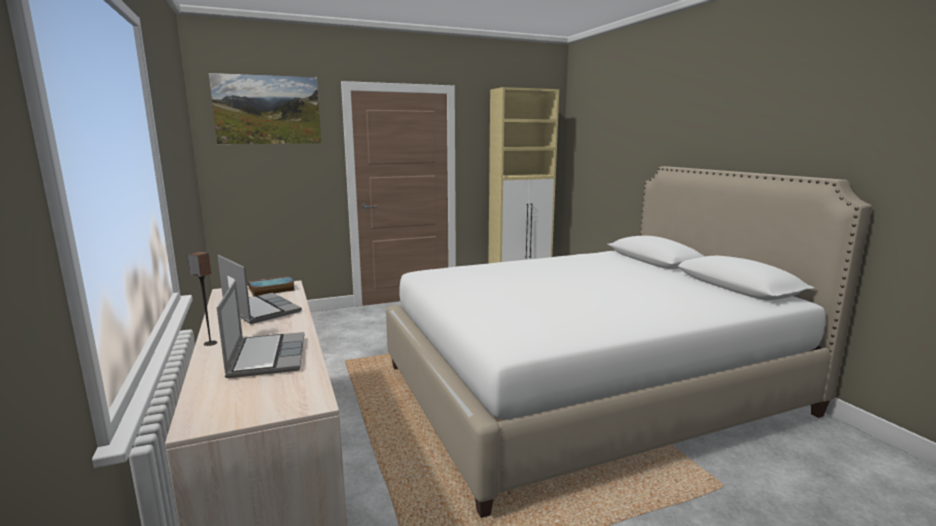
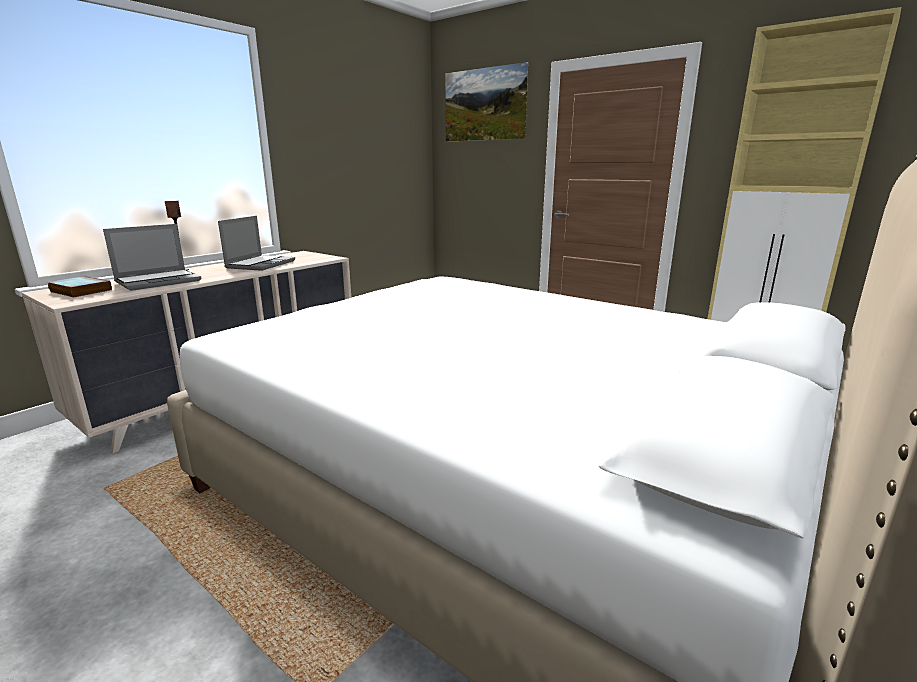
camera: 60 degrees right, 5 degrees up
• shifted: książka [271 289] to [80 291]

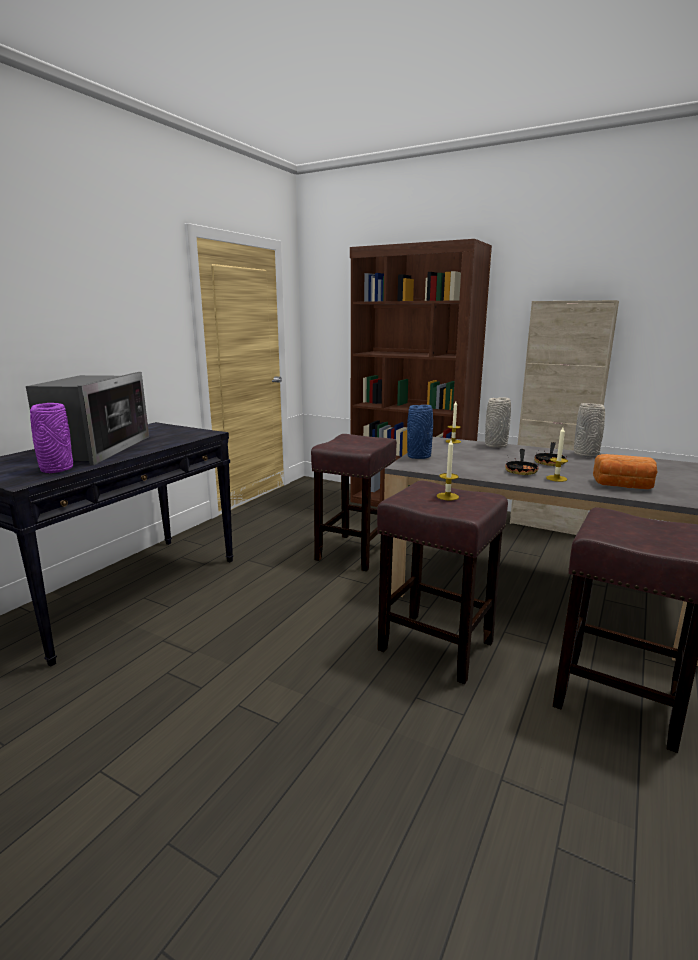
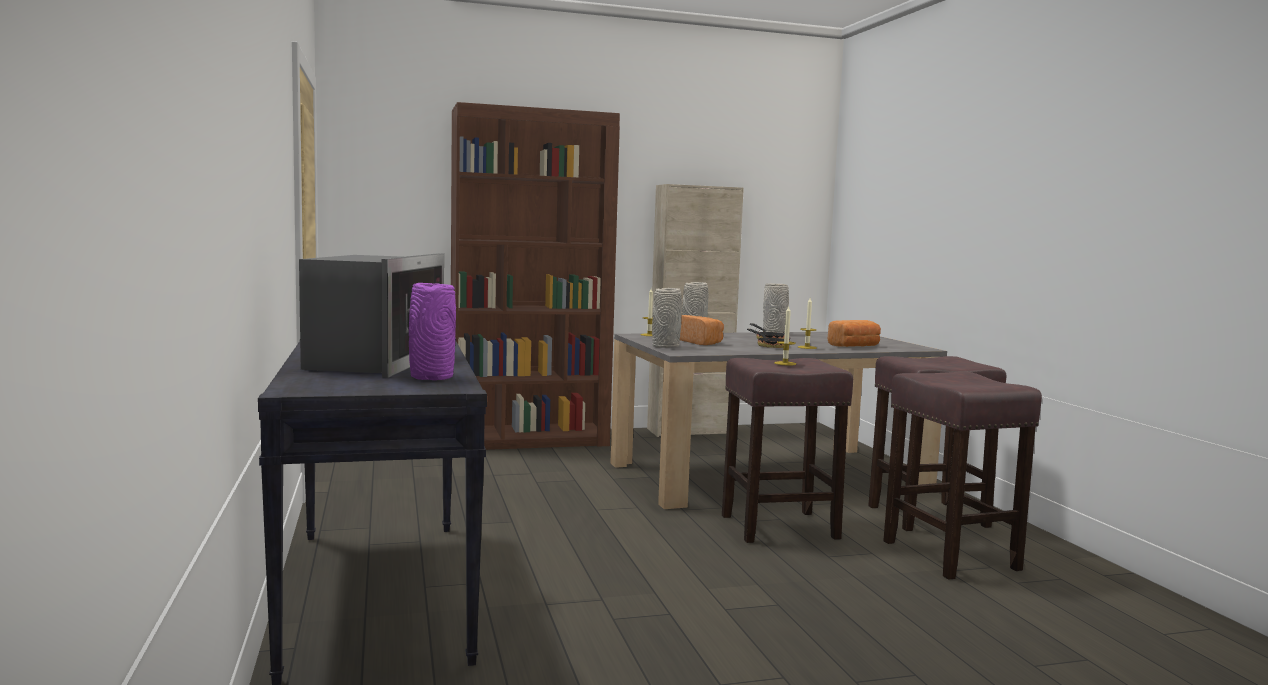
camera: 45 degrees left, 10 degrees down
• rotated: mikrofalówka [96 449] = [375 361] 45 degrees clockwise
• repainted: wazon [niebieski] [419 456] to wazon [szary] [665 346]
• shifted: stołek [brązowy] [354 551] to [948 554]
• new: chleb [700 342]

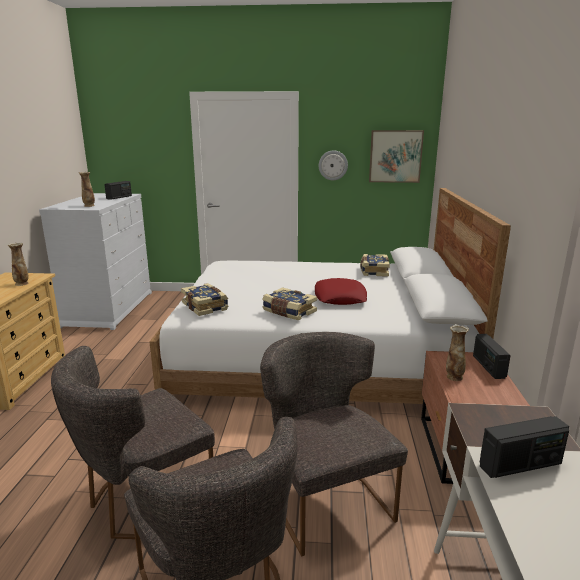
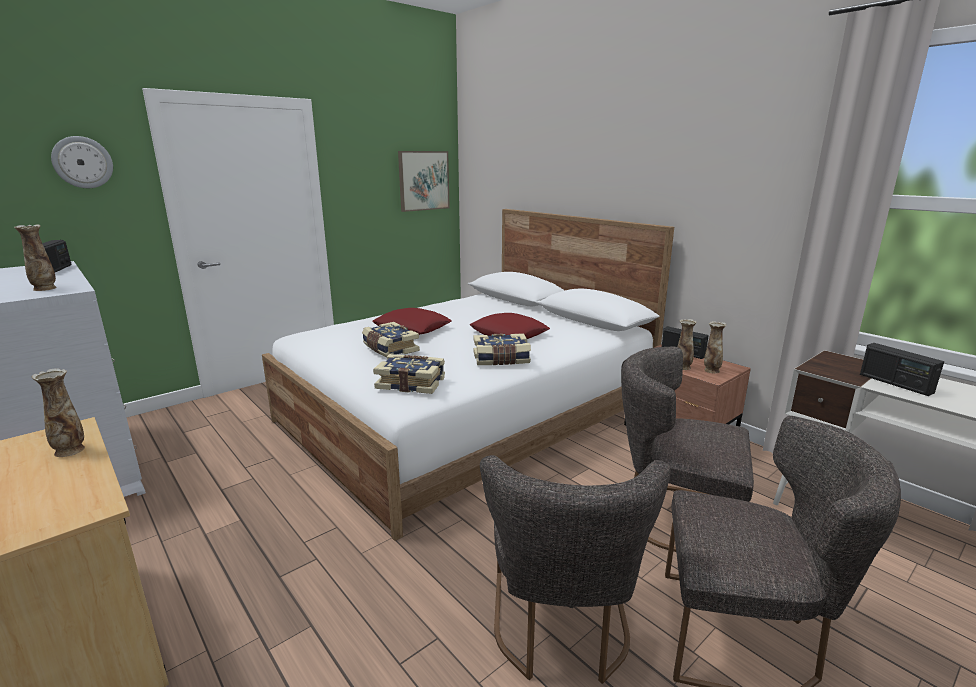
camera: 45 degrees left, 0 degrees up
• shifted: zegar ścienny [333 165] to [82 162]
• shifted: książka [373 271] to [389 349]
• rotated: radio [520 465] = [895 383] 120 degrees clockwise
• new: poduszka [czerwony] [412 328]
• new: wazon [711 370]

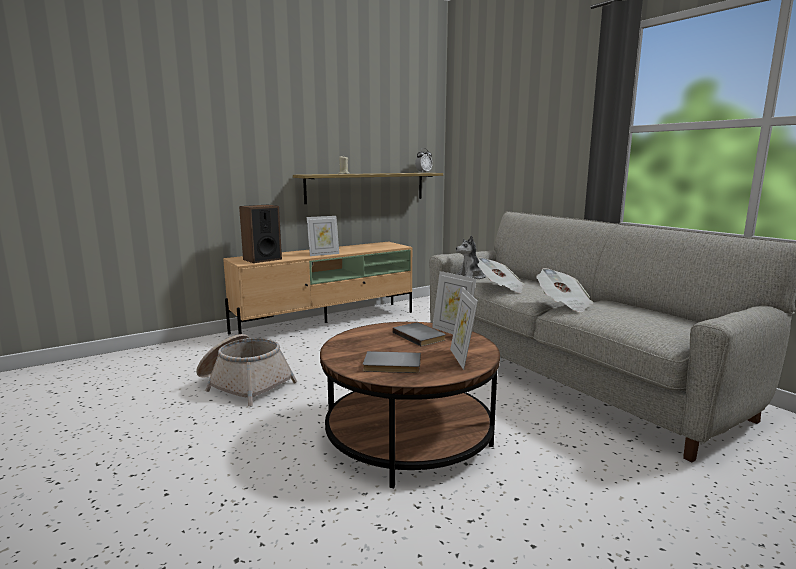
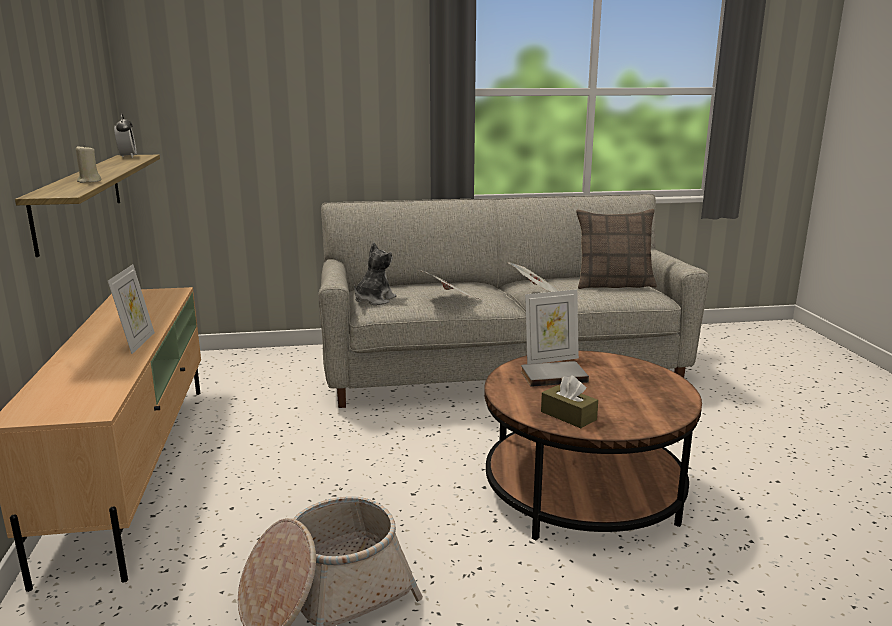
camera: 65 degrees left, 5 degrees up
• gone: głośnik [262 259]
• rotated: pluszak [472 276] = [374 300] 150 degrees counterclockwise
• gone: ramka na zdjęcie [462 358]
• gone: książka [szary] [392 365]
• new: poduszka [613 284]
• new: pudełko chusteczek [brązowy] [568 416]

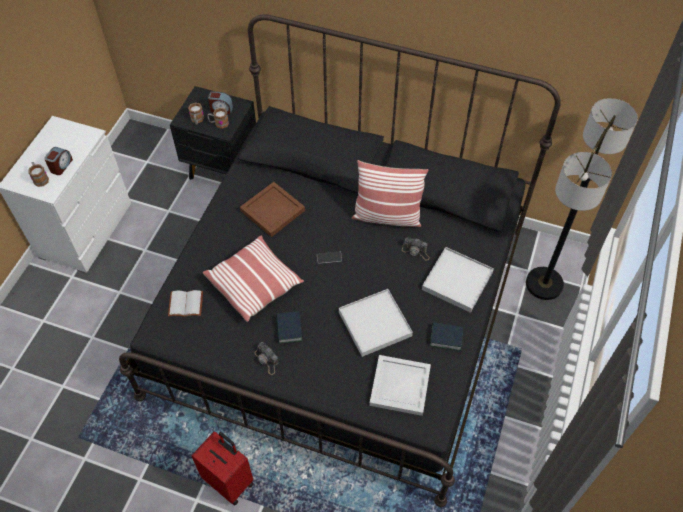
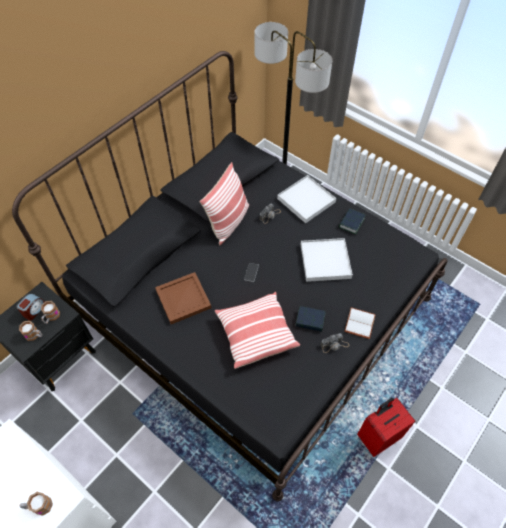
camera: 70 degrees left, 0 degrees up
• gone: budzik [61 166]
• shifted: książka [biały] [185 305] to [360 324]
• gone: taca [biały] [400 387]

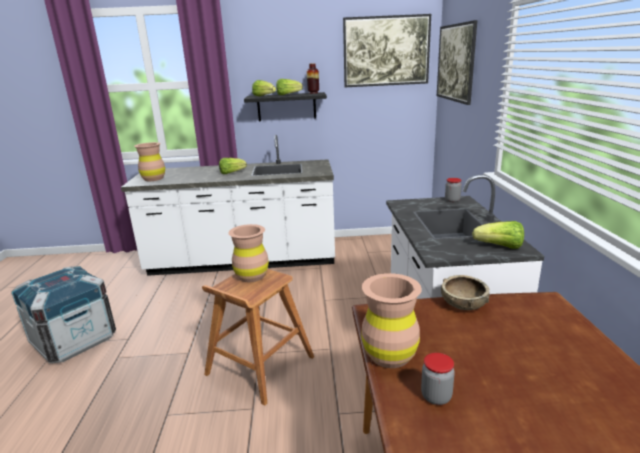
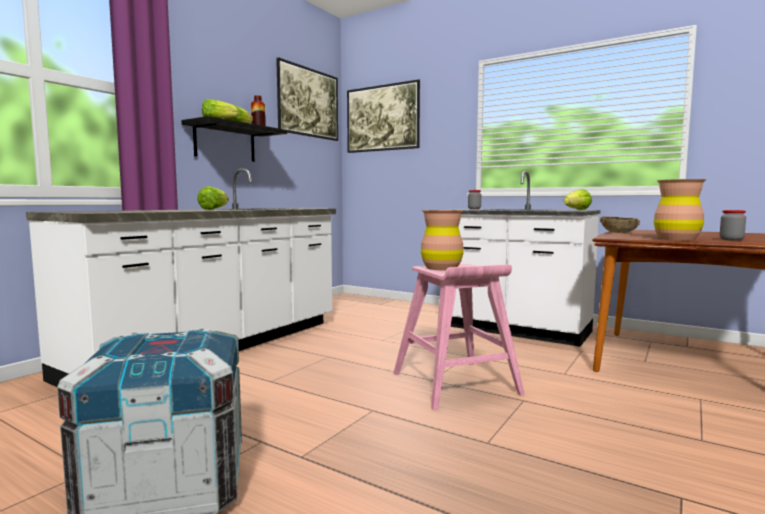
camera: 55 degrees left, 15 degrees down
• gone: wazon [brązowy] [153 179]
• repainted: stołek [brązowy] [259 366] to stołek [różowy] [455 384]

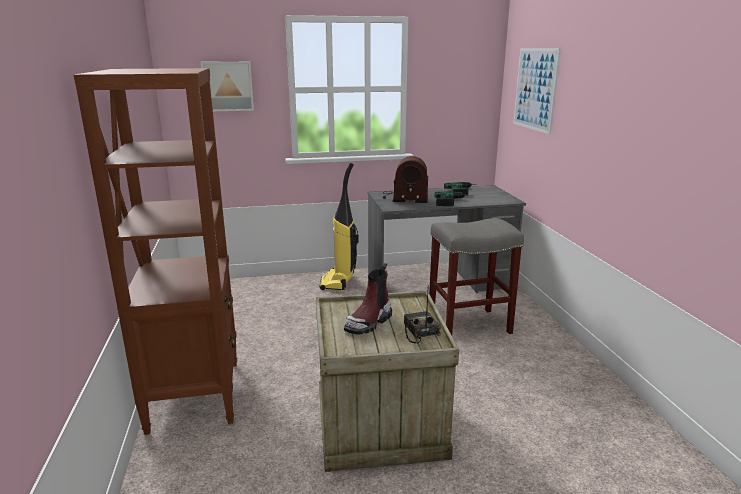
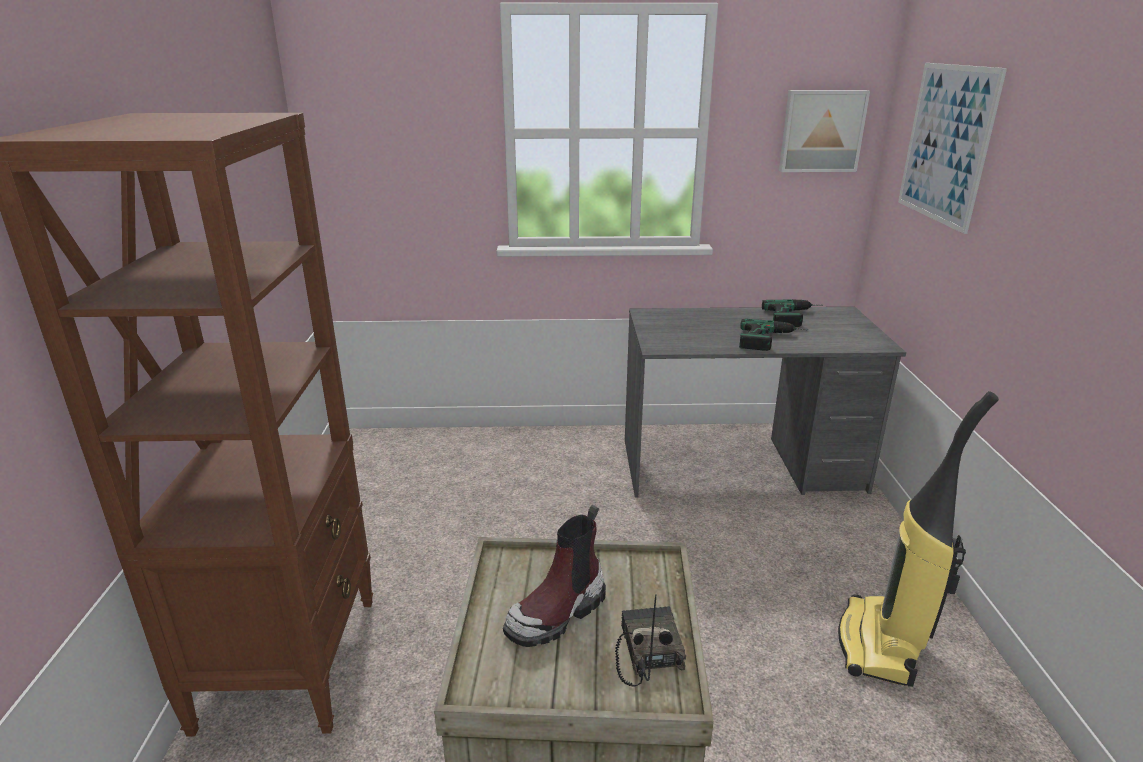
camera: 10 degrees right, 5 degrees up
• shifted: obraz [228 86] to [821 131]
• gone: radio [404 198]
• shifted: odkurzacz [338 282] to [881 645]
• gone: stołek [szary] [468 325]

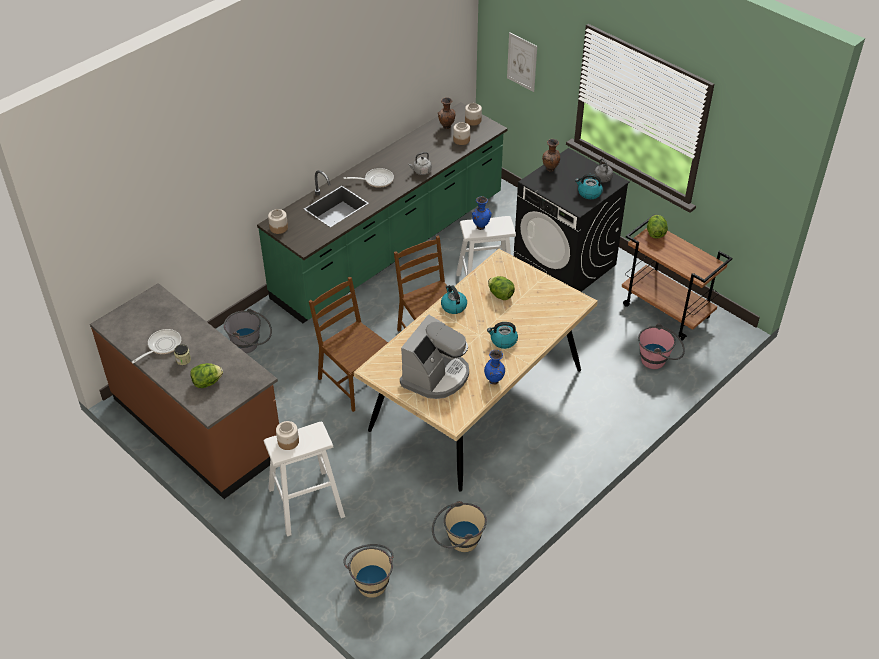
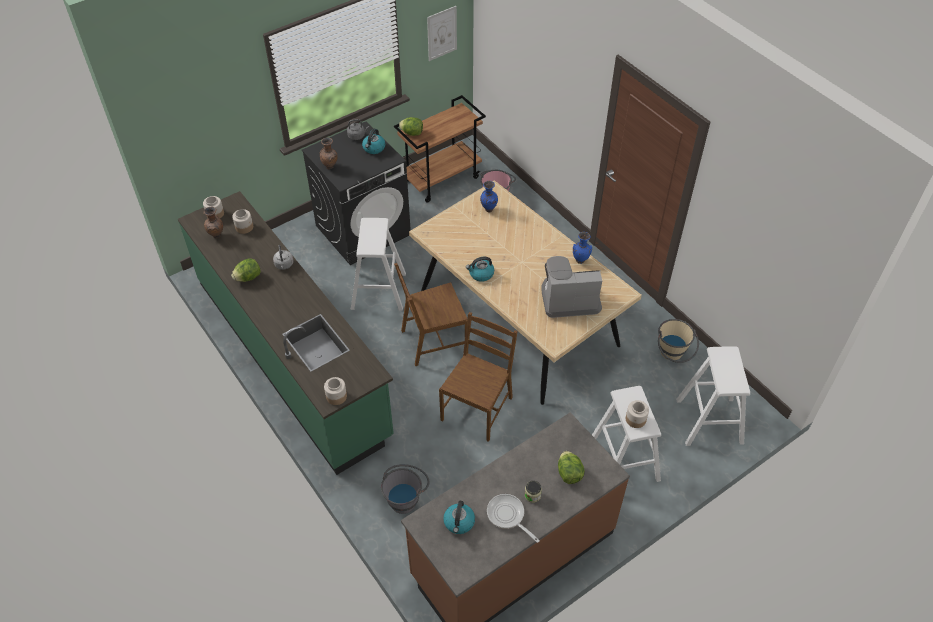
camera: 80 degrees left, 5 degrees up
• shifted: obraz [522 62] to [442 33]
• gone: patelnia [376 180]
• shifted: wazon [niebieski] [481 227] to [488 209]
• shifted: sałata [500 295] to [248 277]
• rotated: krzesło [brązowy] [354 381] = [477 408] 150 degrees clockwise
• rotated: ekspres do kawy [436 376] = [569 298] 45 degrees counterclockwise
• shifted: czajnik [503 341] to [459 522]
• swapped: wiadro [beżowy] [370 580] to stołek [biały] [709 421]

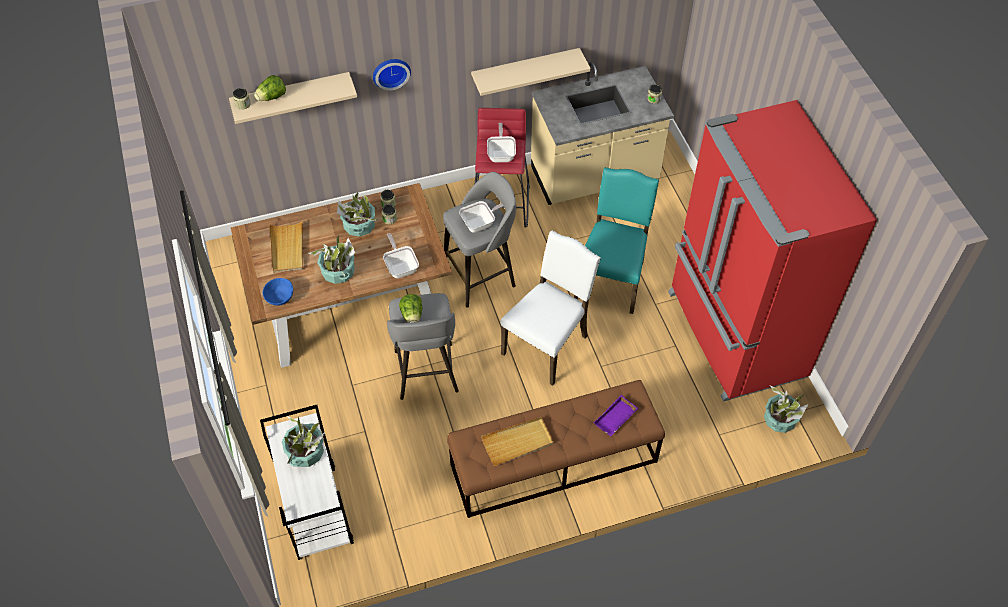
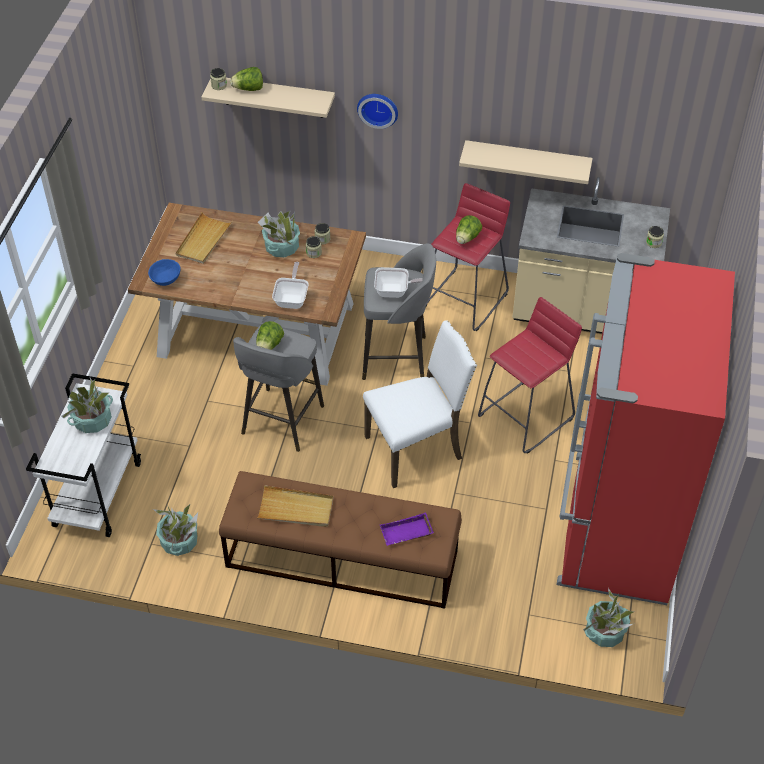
camera: 30 degrees right, 5 degrees down
• swapped: patelnia [501 154] to sałata [467 238]
• swapped: krzesło [turkusowy] [611 279] to stołek [czerwony] [526 416]
• shifted: roślina doniczkowa [338 272] to [179 541]

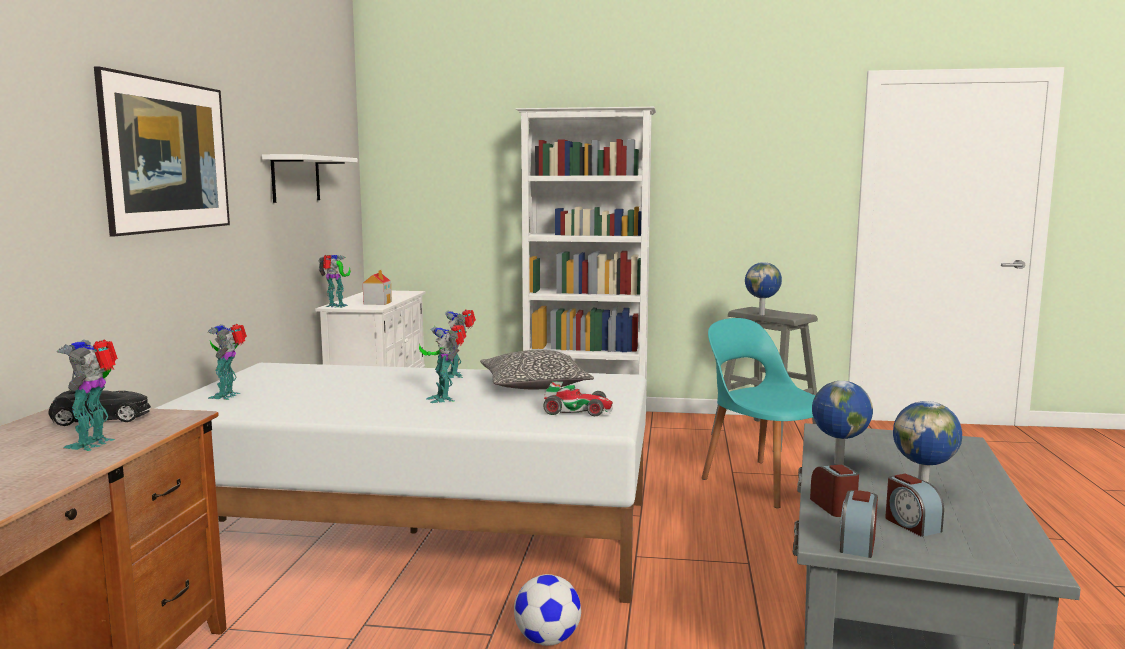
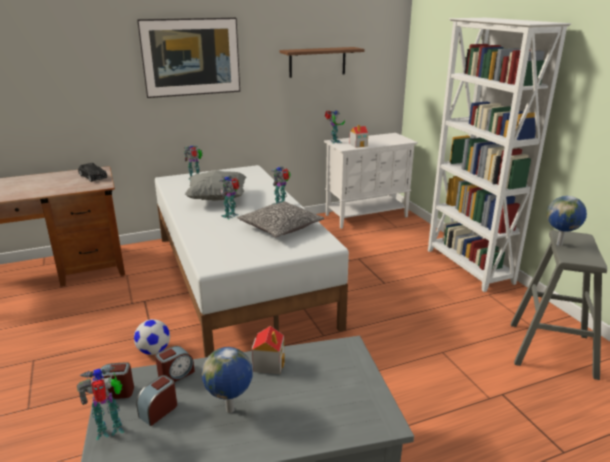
camera: 60 degrees right, 15 degrees up
• repainted: półka [biały] [296 179] to półka [brązowy] [317 62]
• gone: krzesło [turkusowy] [764 482]
• shifted: robot zabawkowy [94 444] to [111 430]
• gone: samochodzik [578 410]
• swapped: globus [837 463] to domek [269 363]
• new: poduszka [szary] [217 198]

